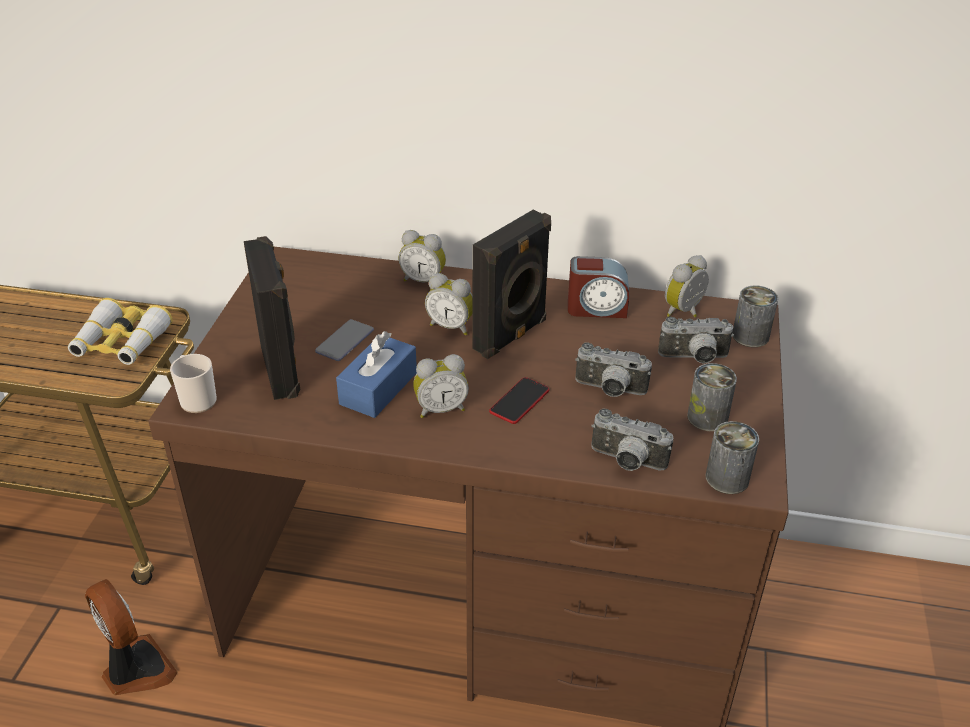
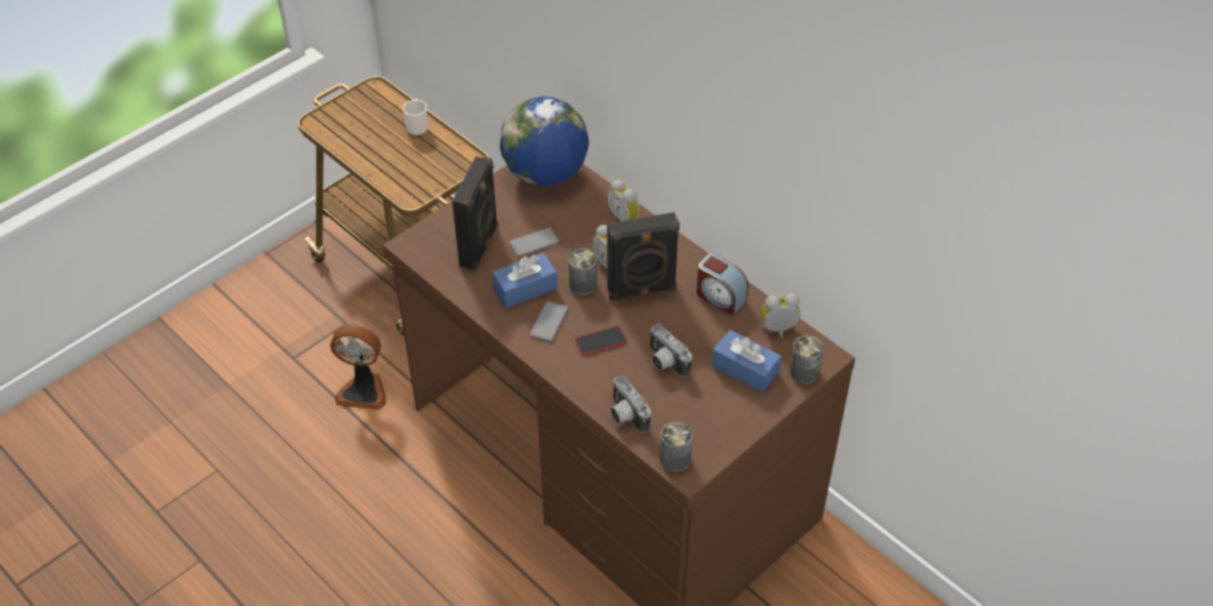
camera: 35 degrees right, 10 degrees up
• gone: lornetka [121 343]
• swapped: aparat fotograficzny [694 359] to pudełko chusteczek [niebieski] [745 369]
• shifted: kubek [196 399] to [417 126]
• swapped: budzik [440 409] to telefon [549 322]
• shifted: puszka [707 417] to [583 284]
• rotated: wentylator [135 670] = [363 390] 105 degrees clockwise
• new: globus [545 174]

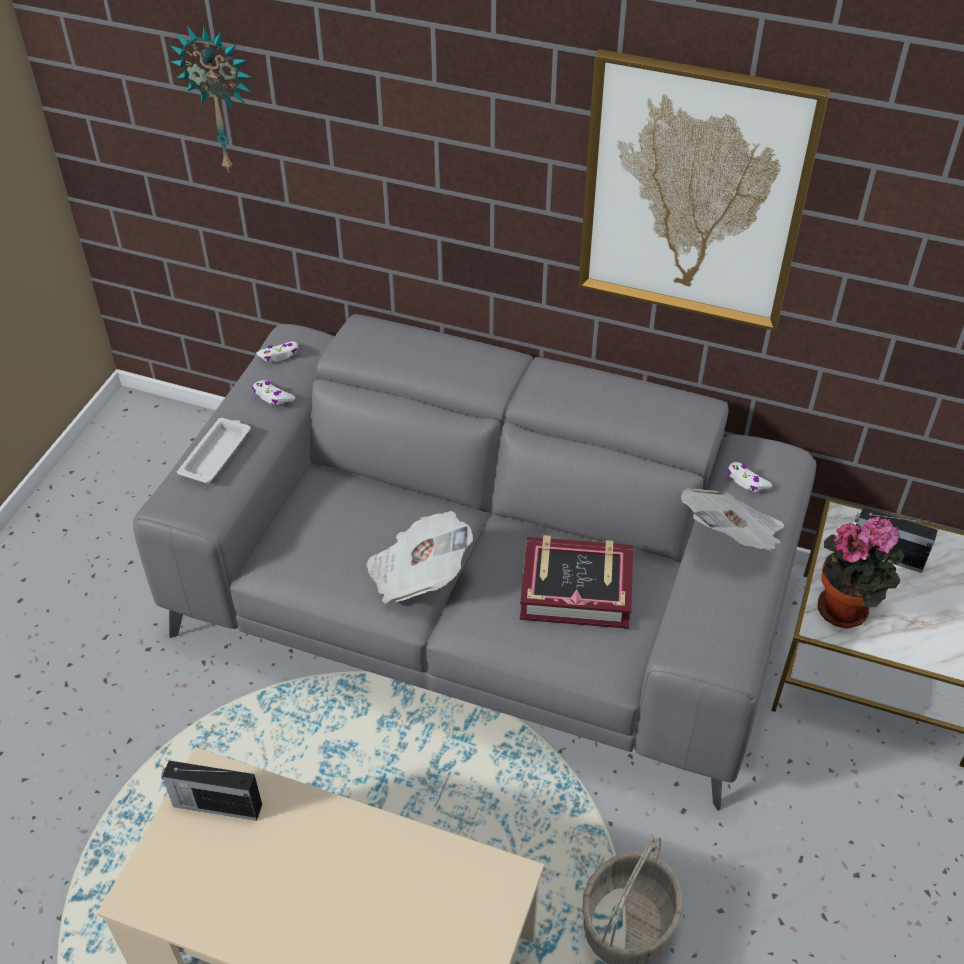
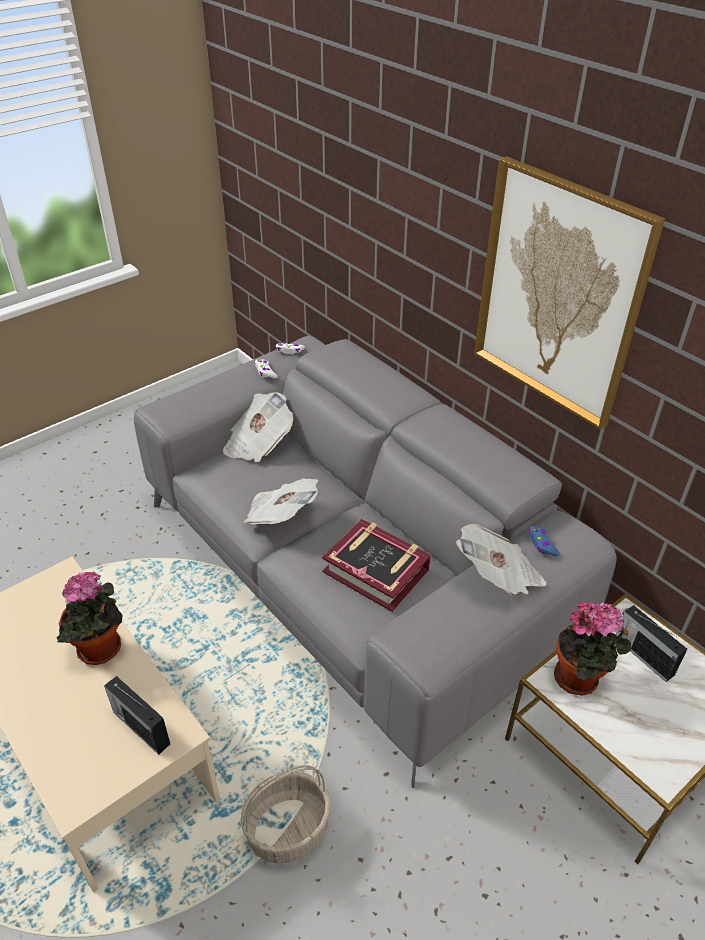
camera: 30 degrees right, 5 degrees down
• gone: zegar ścienny [220 99]
• gone: taca [biały] [216 454]
• repainted: pad do gier [biały] [747 481] to pad do gier [niebieski] [542 544]
• shifted: radio [216 805] to [140 727]
• new: gazeta [257 442]
• new: roślina doniczkowa [101 651]

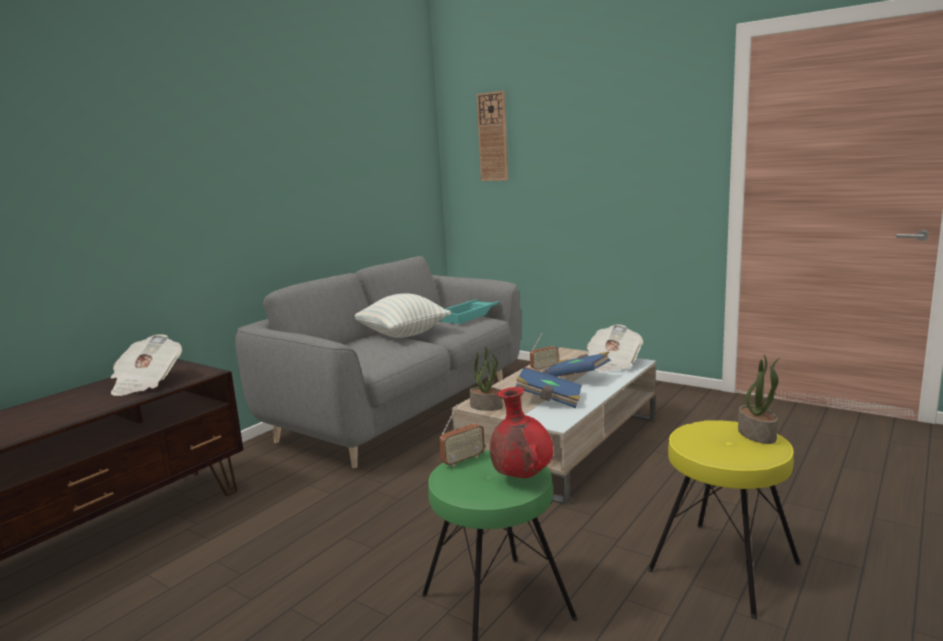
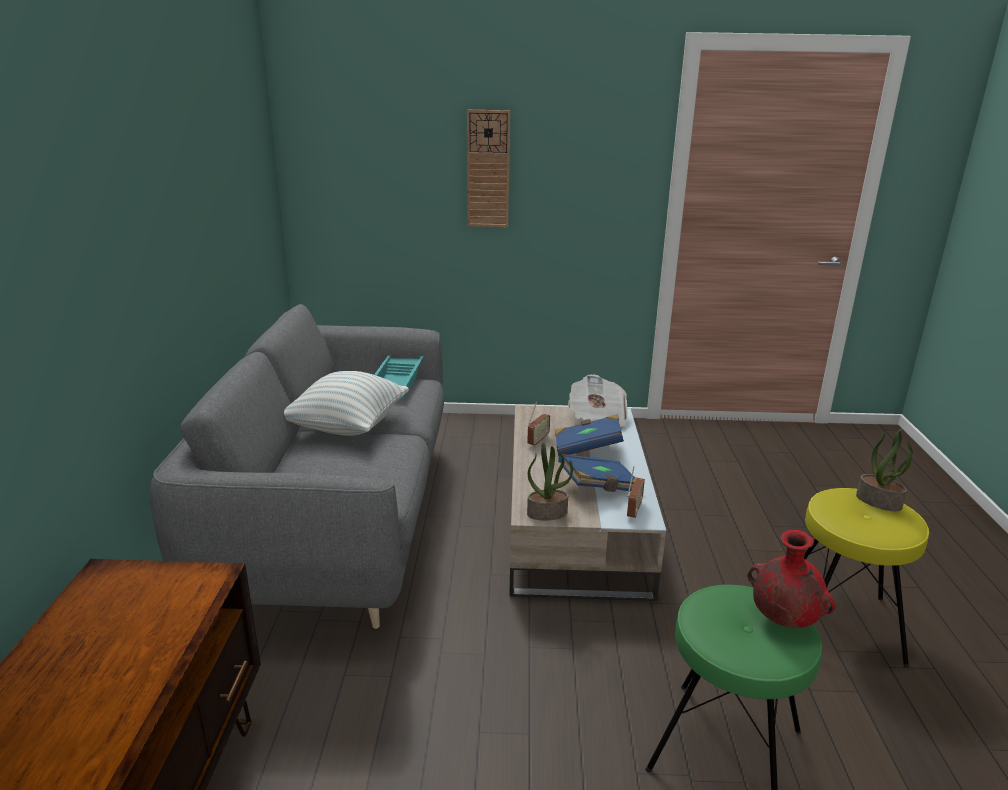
camera: 35 degrees left, 10 degrees up
• shifted: zegar ścienny [493 137] to [488 169]
• gone: gazeta [146 383]
• shifted: radio [462 460] to [634 510]

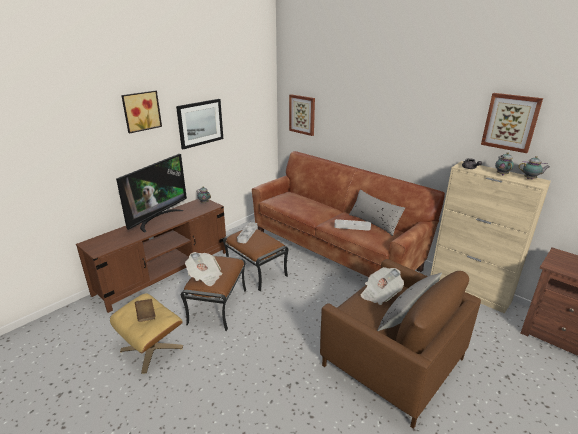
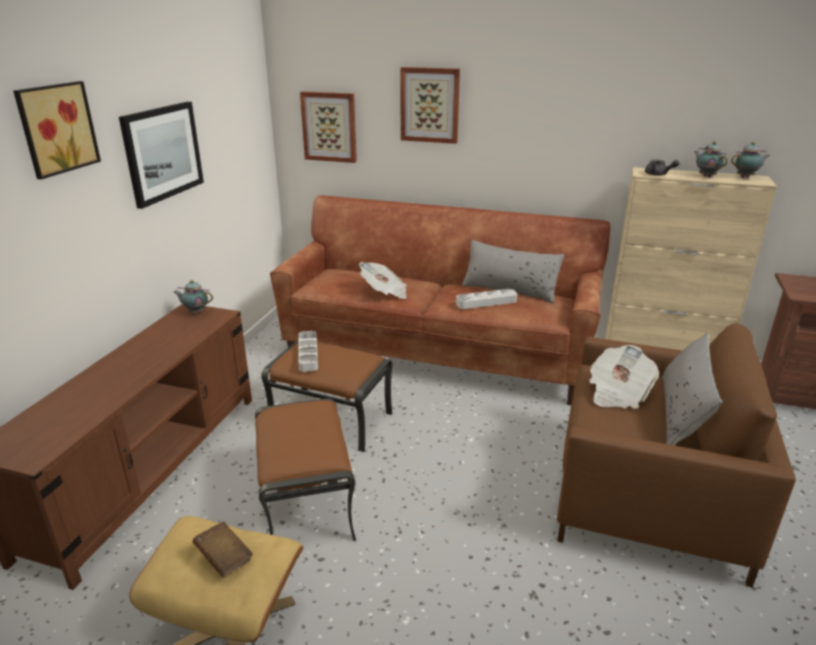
camera: 25 degrees left, 0 degrees up
• shifted: obraz [510 122] to [430 105]
• gone: telewizor [157 219]
• shifted: gazeta [205 276] to [384 293]

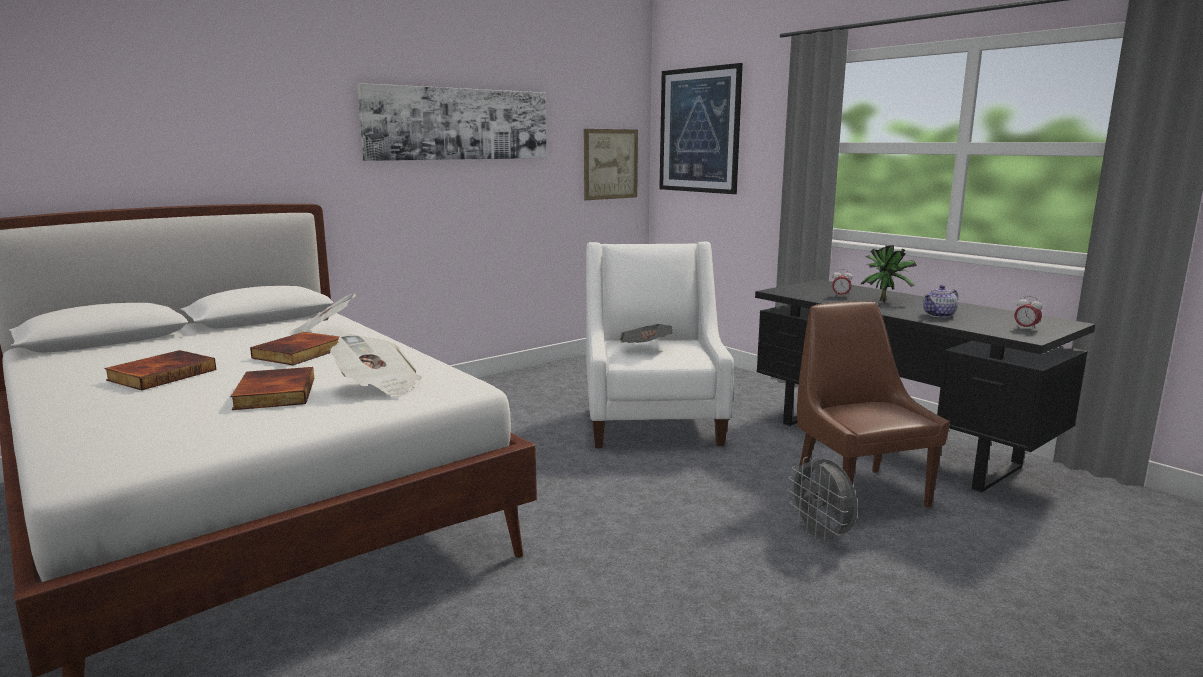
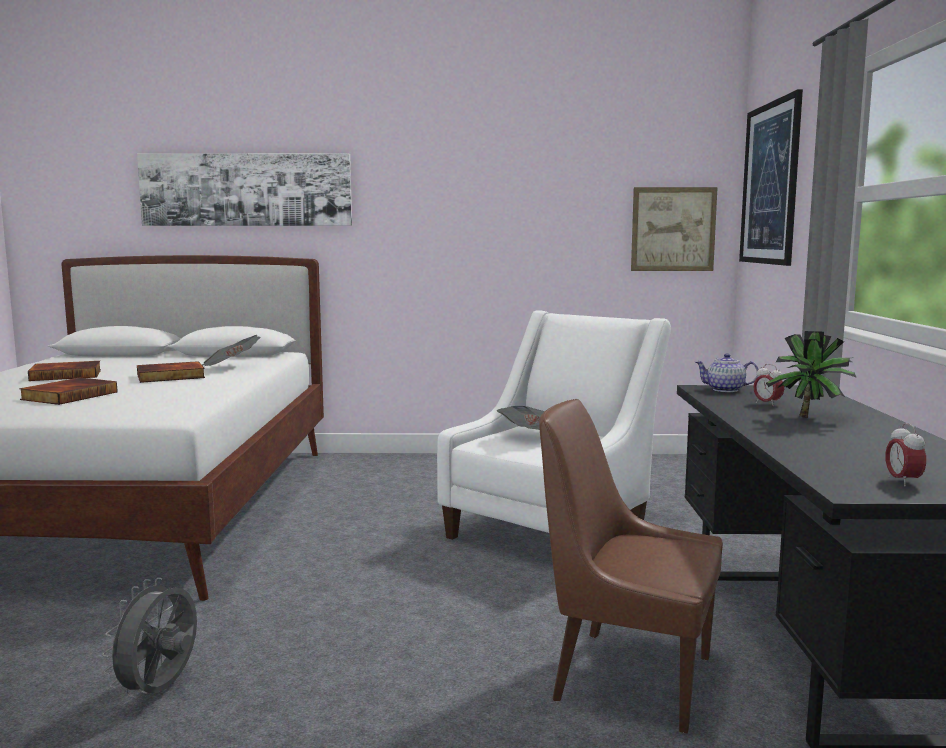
camera: 40 degrees right, 5 degrees down
• shifted: obraz [459 124] to [246 190]
• shifted: imbryk [939 315] to [725 390]
• rotated: krzesło [brązowy] [857 492] = [626 676] 90 degrees counterclockwise
• gone: gazeta [378 387]
• shifted: wentylator [szary] [821 536] to [160 690]

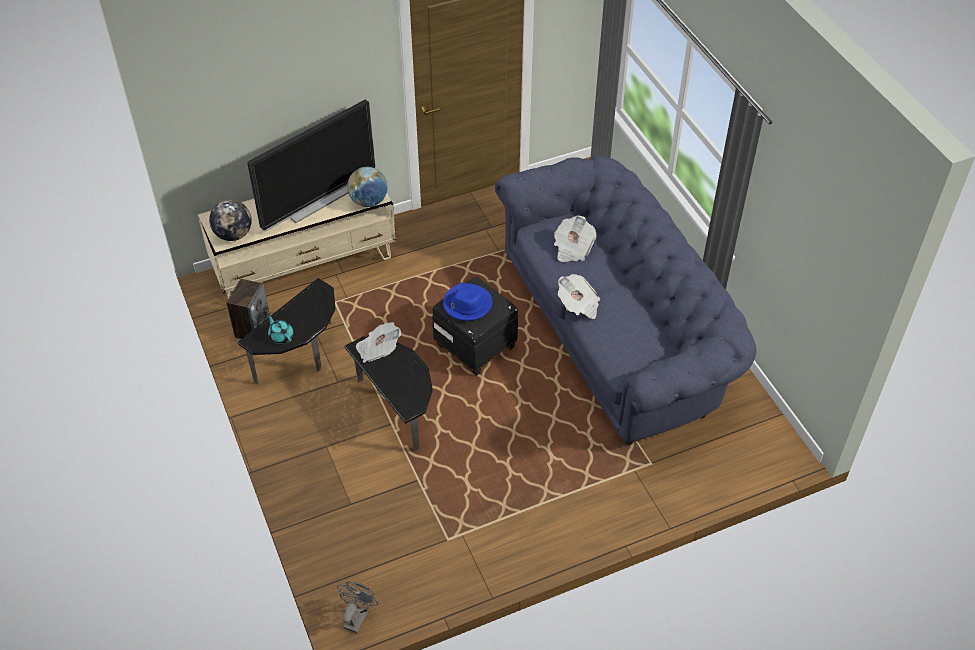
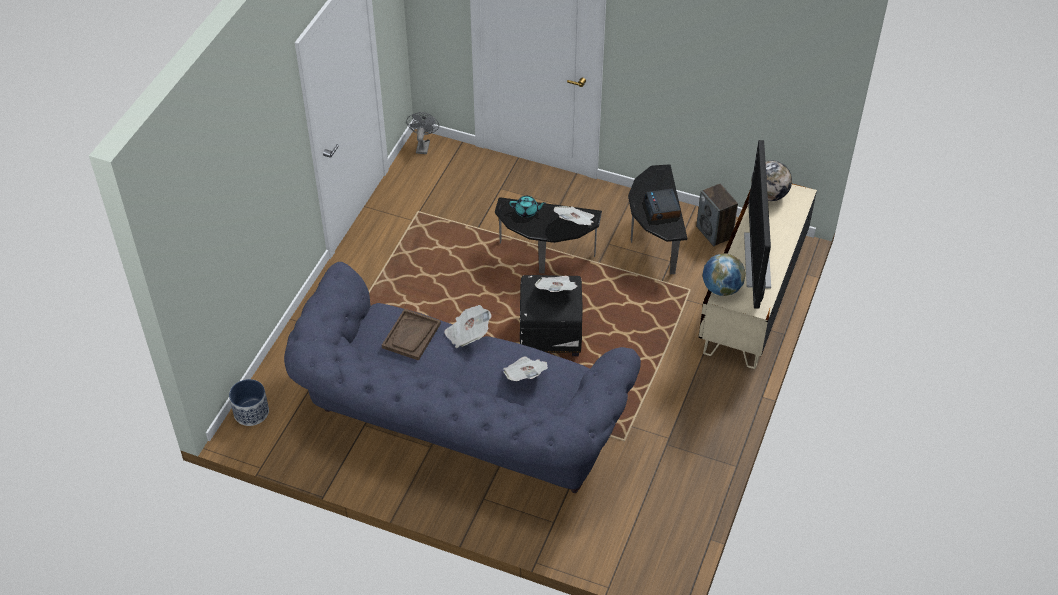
camera: 135 degrees right, 0 degrees up
• swapped: kapelusz [niebieski] [467 304] to gazeta [556 291]
• shifted: imbryk [turkusowy] [281 336] to [527 211]
• rotated: wentylator [szary] [357 616] = [423 145] 150 degrees counterclockwise
• new: budzik [662 208]
• new: taca [brązowy] [411 336]
• new: donica [251 412]

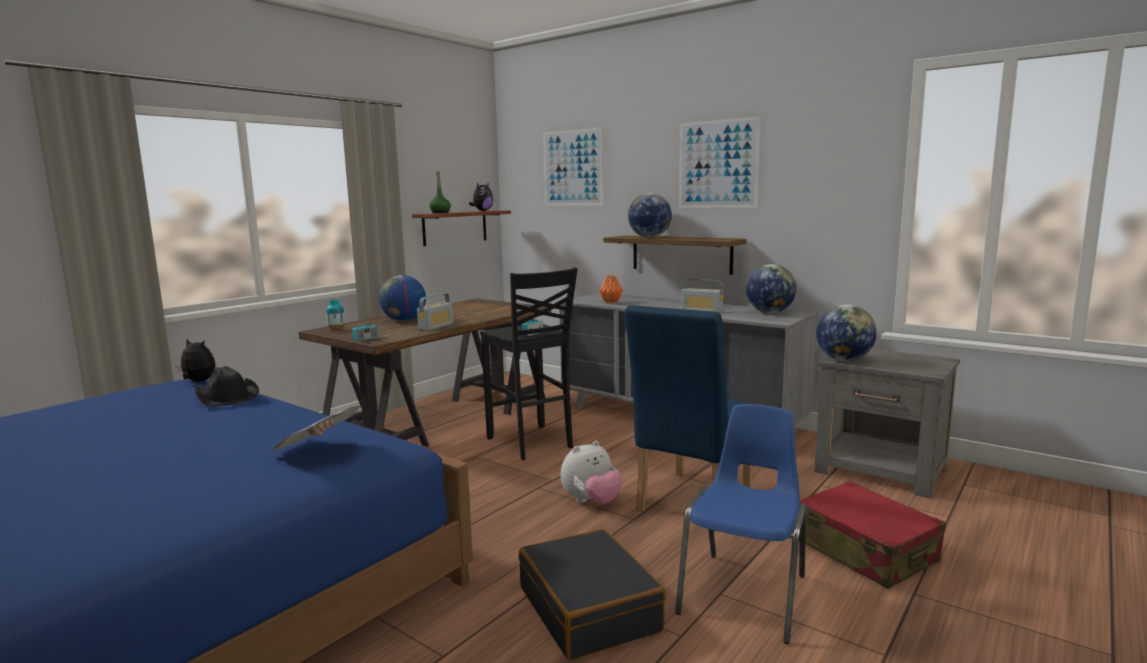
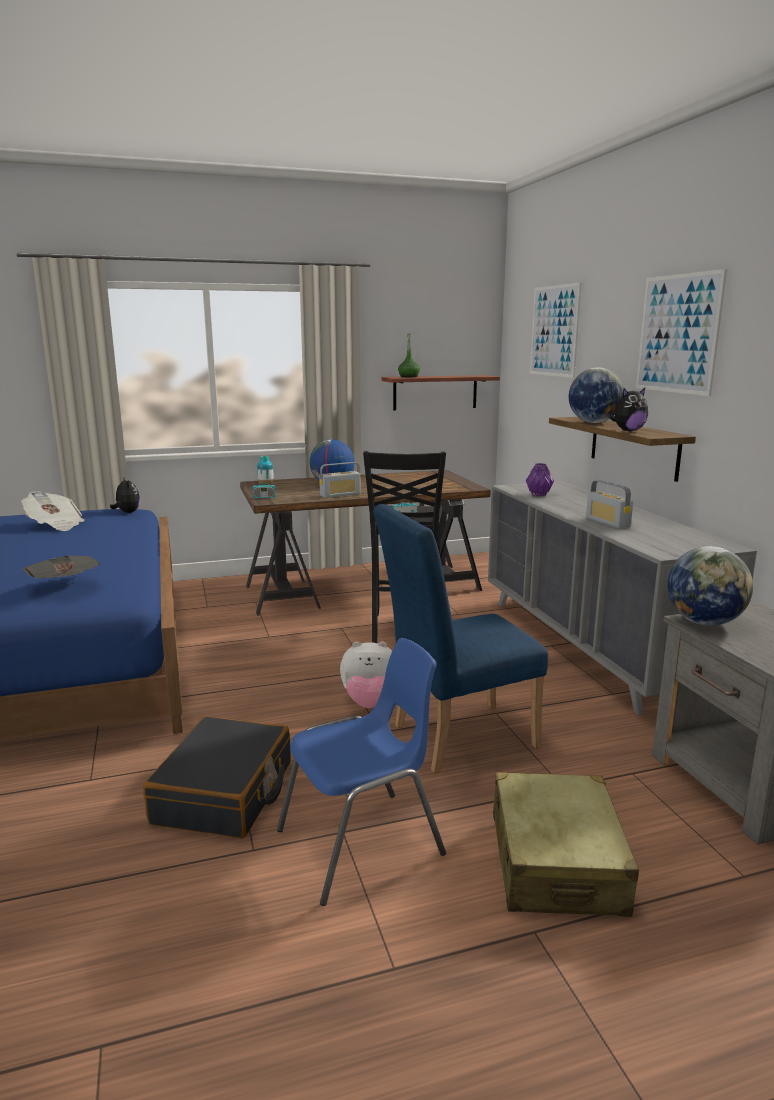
camera: 35 degrees right, 5 degrees up
• shifted: pluszak [482 211] to [628 431]
• gone: globus [769 313]
• repainted: wazon [pomarańczowy] [611 302] to wazon [fioletowy] [539 495]
• gone: kapelusz [czarny] [225 397]
• repainted: walizka [czerwony] [864 551] to walizka [beżowy] [556 863]
• new: gazeta [55 525]

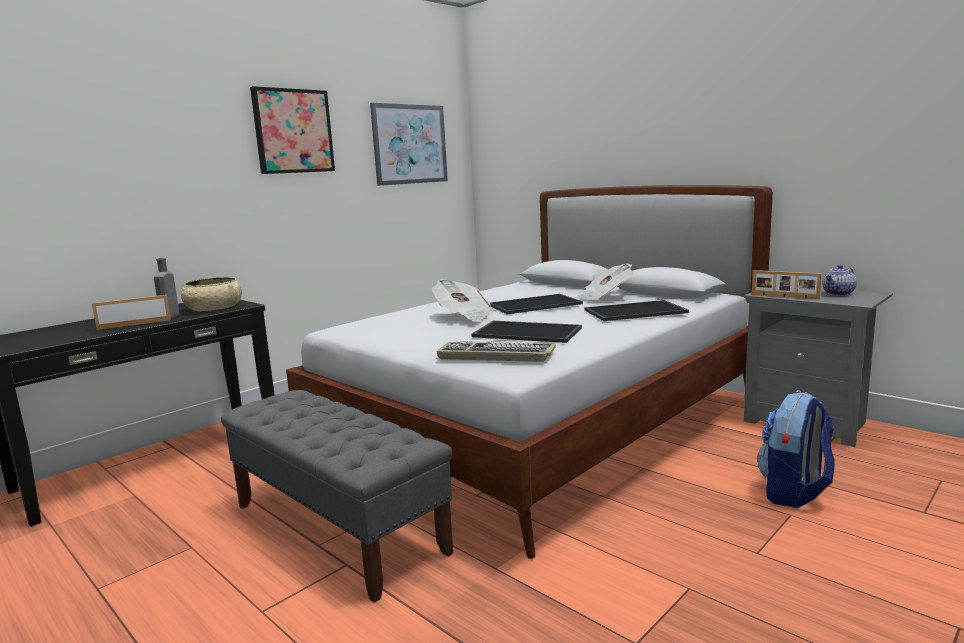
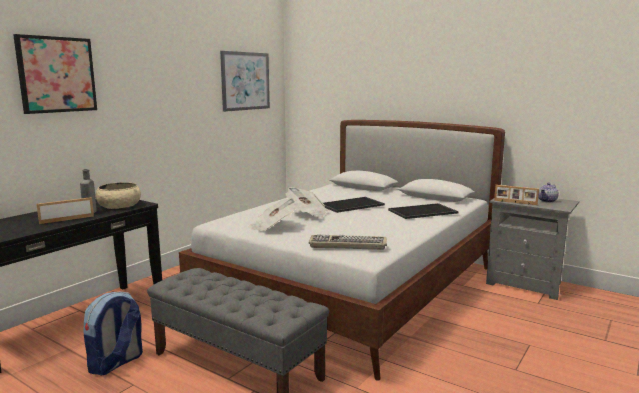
camera: 10 degrees left, 0 degrees up
• shifted: obraz [293 131] to [56 74]
• shifted: gazeta [604 298] to [272 227]
• gone: taca [528 332]
• shifted: plecak [794 493] to [116 363]

